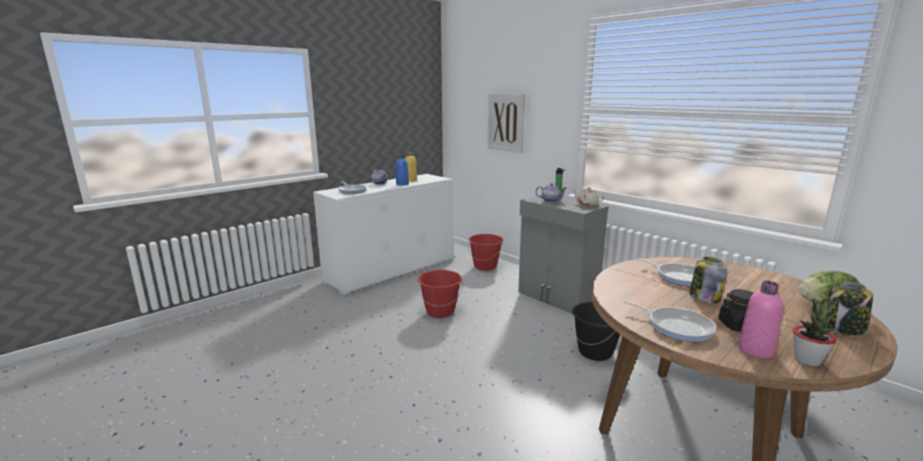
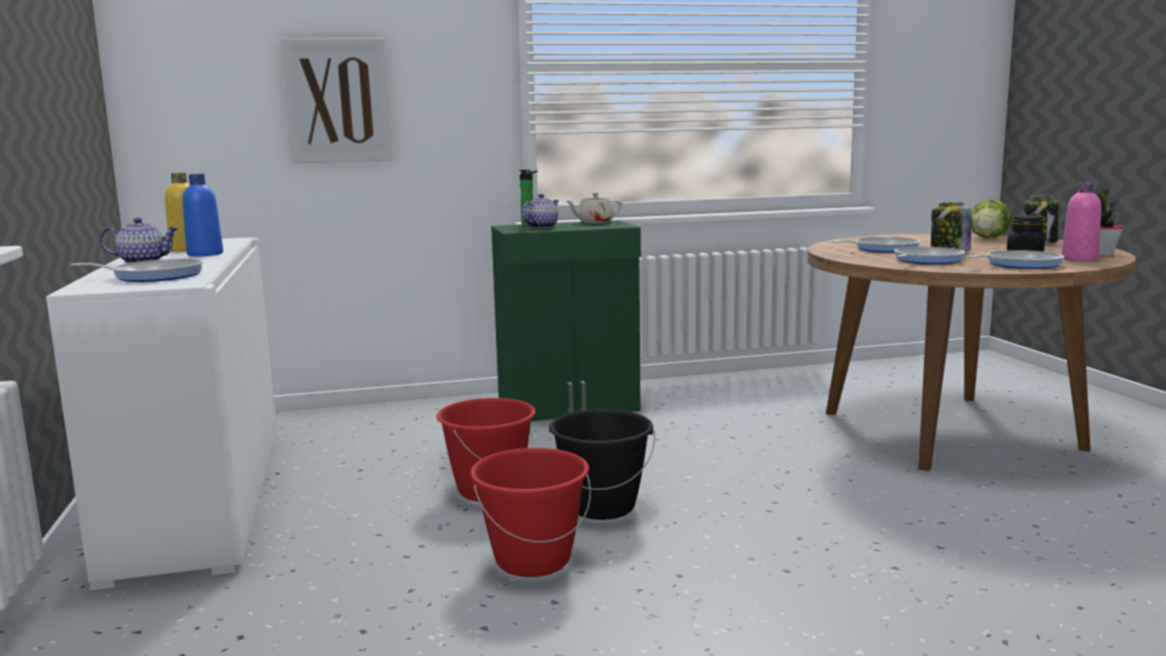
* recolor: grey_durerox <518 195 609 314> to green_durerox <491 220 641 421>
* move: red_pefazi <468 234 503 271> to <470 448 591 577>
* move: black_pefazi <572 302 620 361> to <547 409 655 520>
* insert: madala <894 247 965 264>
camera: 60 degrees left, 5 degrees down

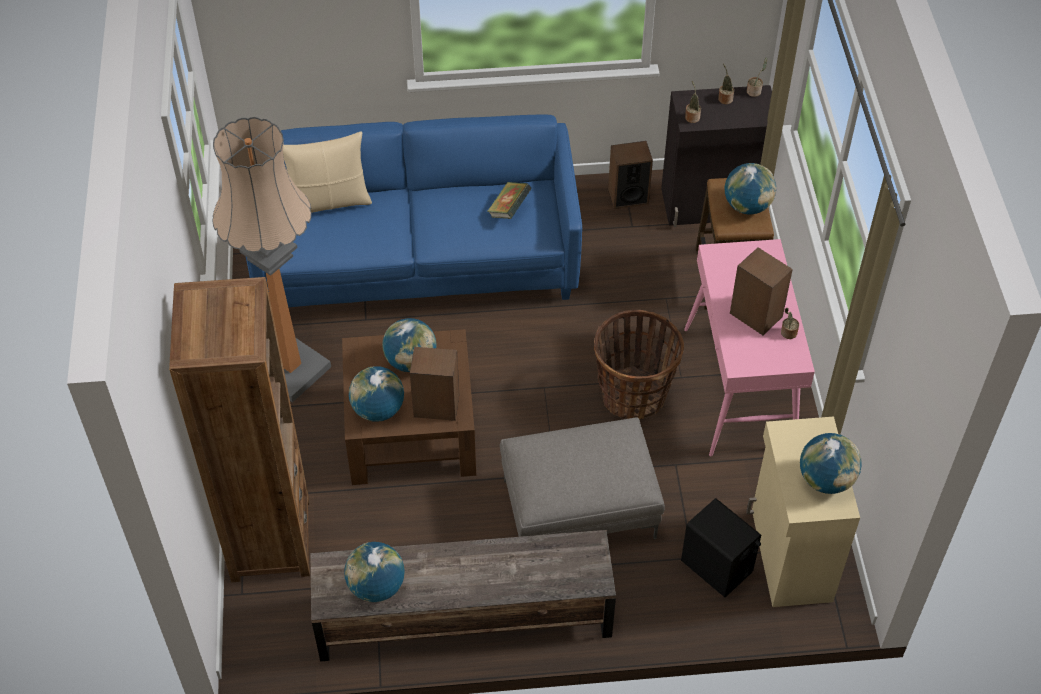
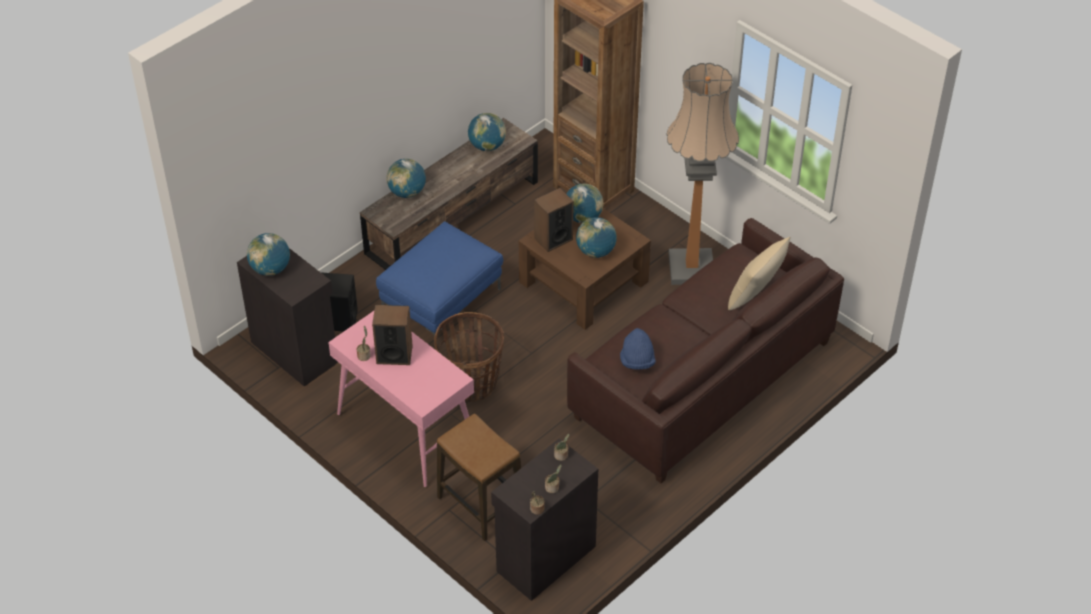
* recolor: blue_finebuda <246 114 582 307> to brown_finebuda <567 218 844 483>
* delete: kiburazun <608 141 653 209>
* move: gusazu <725 163 776 215> to <387 159 426 198>
* replace: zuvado <487 182 532 219> to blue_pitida <620 328 656 370>
* recolor: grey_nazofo <500 417 665 539> to blue_nazofo <376 221 503 335>
* recolor: beige_durerox <746 417 860 607> to black_durerox <237 248 338 386>
camera: 140 degrees right, 5 degrees down

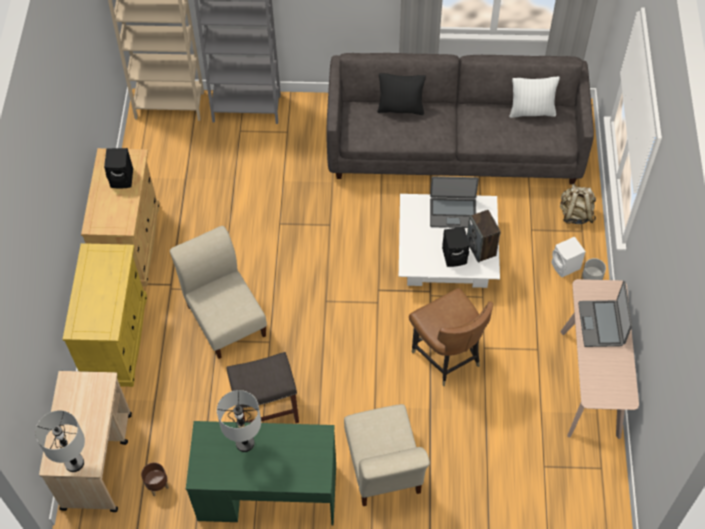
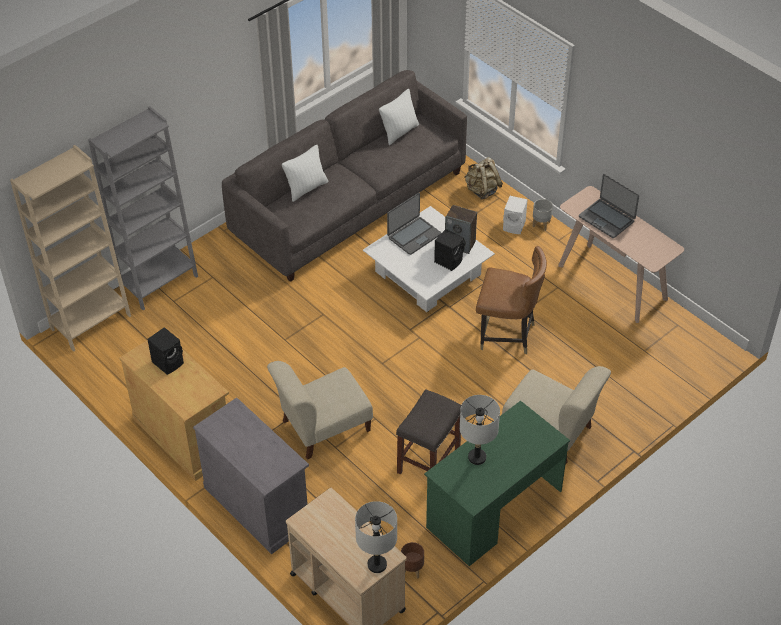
* recolor: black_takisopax <377 73 426 115> to white_takisopax <282 145 328 202>
* rotate: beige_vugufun <170 226 267 359> = <267 361 373 460> 45 degrees counterclockwise
* recolor: yellow_durerox <63 243 147 387> to grey_durerox <193 398 309 554>
camera: 45 degrees left, 10 degrees down

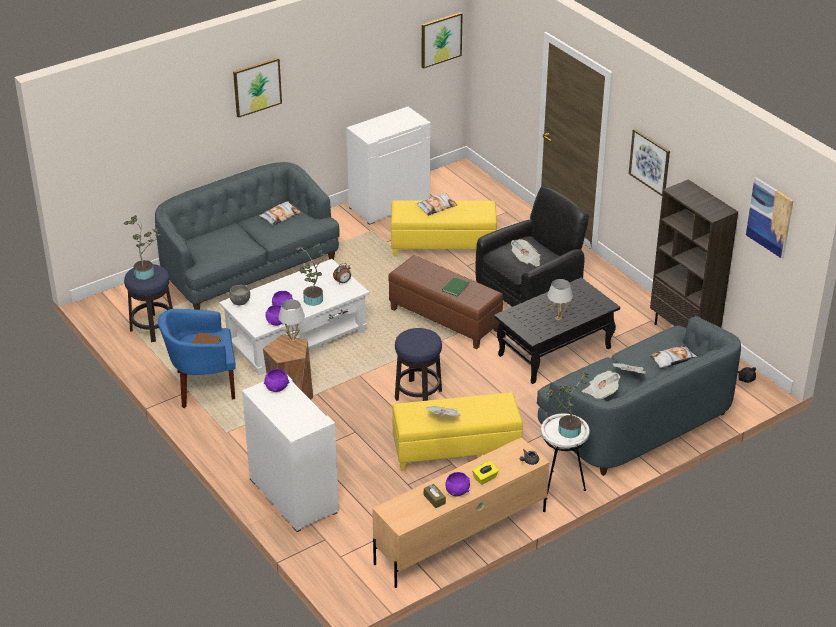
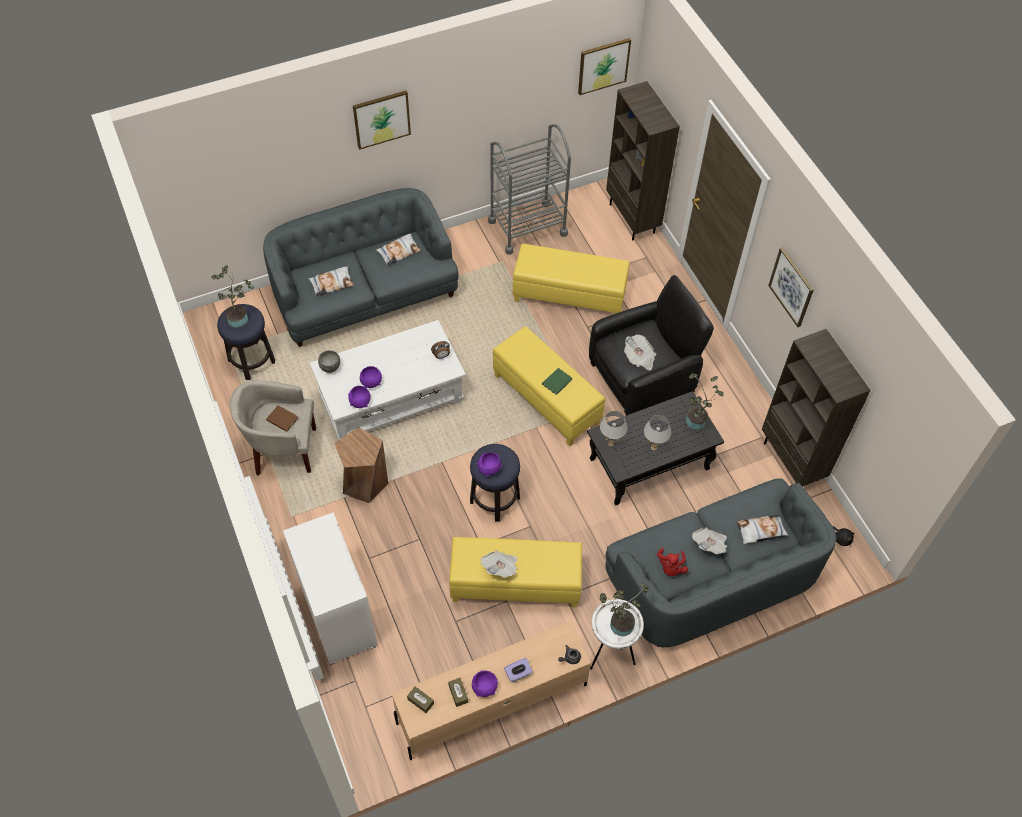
* replace: white_durerox <346 106 430 225> to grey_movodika <488 124 571 255>
* delete: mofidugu <746 177 794 259>
* move: takisopax <416 193 457 216> to <308 266 354 296>
* move: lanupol <296 243 328 306> to <686 373 724 430>
* recolor: brown_nazofo <388 255 503 349> to yellow_nazofo <493 326 605 447>
* move: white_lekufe <278 299 305 342> to <600 411 628 446>
* recolor: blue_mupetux <158 309 236 408> to beige_mupetux <230 380 316 475>
* move: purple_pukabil <264 369 289 392> to <477 452 502 477>
* replace: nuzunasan <582 371 620 399> to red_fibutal <657 548 688 576>
* recolor: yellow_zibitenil <472 461 499 485> to purple_zibitenil <504 658 532 682>
* insert: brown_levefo <606 81 680 240>
* insert: brown_zibitenil <407 687 434 713>
camera: 10 degrees right, 20 degrees up

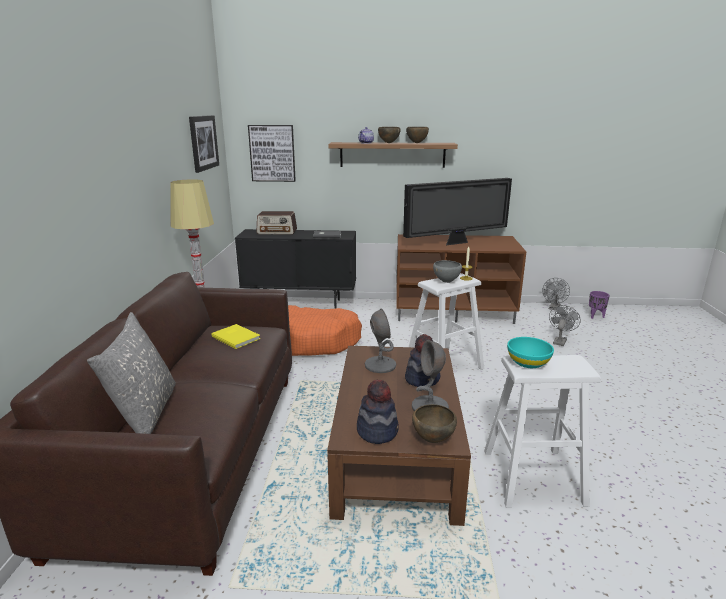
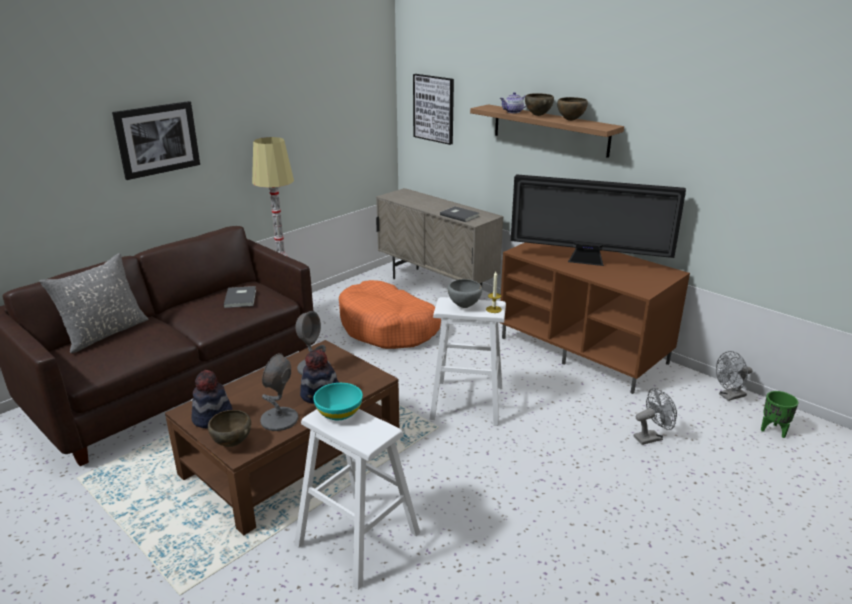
* move: mofidugu <189 115 219 173> to <112 101 200 180>
* delete: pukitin <257 211 297 235>
* recolor: black_durerox <235 229 356 309> to beige_durerox <376 188 503 286>
* recolor: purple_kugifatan <589 291 610 319> to green_kugifatan <761 391 798 438>
* recolor: yellow_zuvado <211 324 260 349> to grey_zuvado <223 286 256 308>
camera: 40 degrees right, 5 degrees up

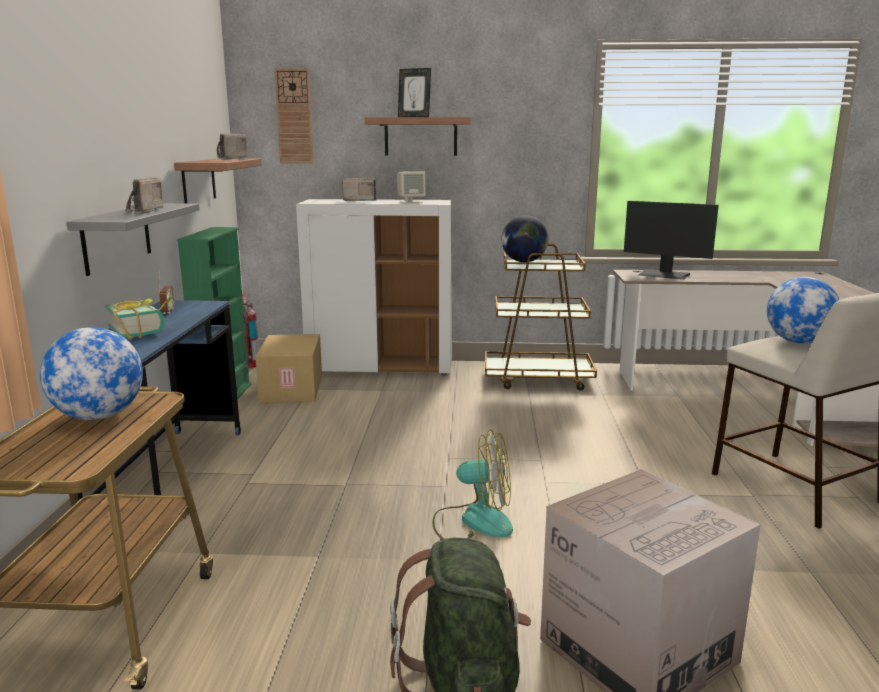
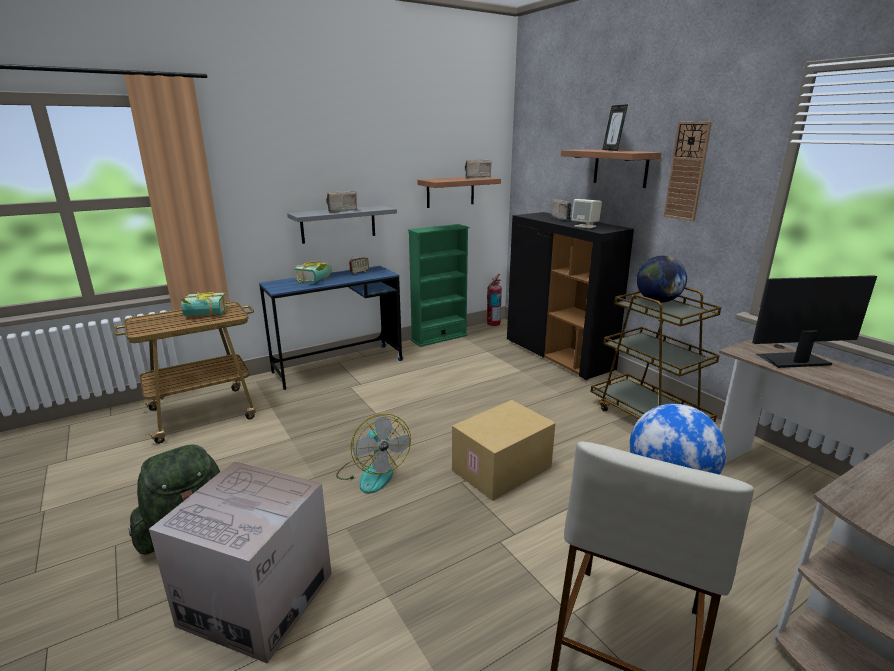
* move: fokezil <274 68 313 163> to <664 121 712 221>
* recolor: white_durerox <296 199 452 376> to black_durerox <507 212 634 380>
* rotate: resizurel <624 201 719 280> = <752 275 877 368> 90 degrees clockwise
* replace: gusazu <40 327 143 420> to zuvado <181 292 227 316>
* move: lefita <255 334 322 403> to <452 400 555 501>
camera: 55 degrees right, 5 degrees up

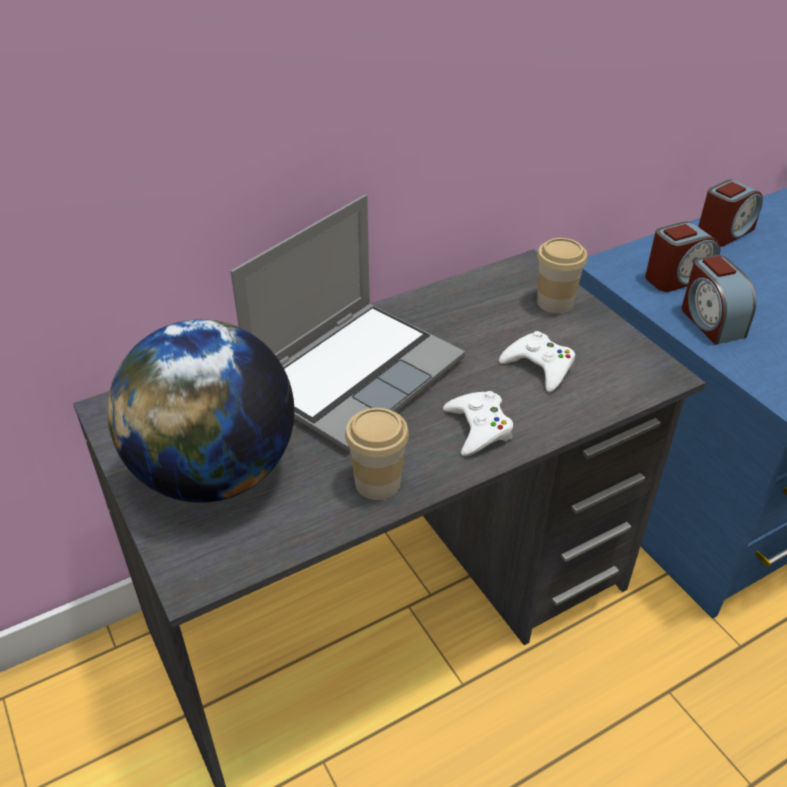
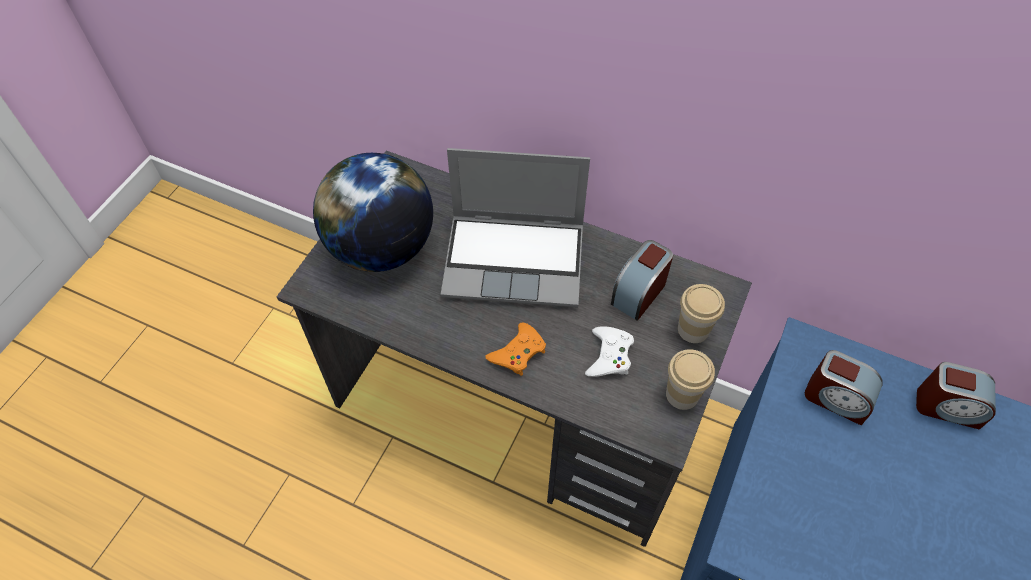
* move: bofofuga <681 255 756 345> to <611 240 673 321>
* recolor: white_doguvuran <443 391 513 456> to orange_doguvuran <485 322 546 376>
* move: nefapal <345 408 409 500> to <666 349 715 410>
camera: 55 degrees right, 15 degrees up

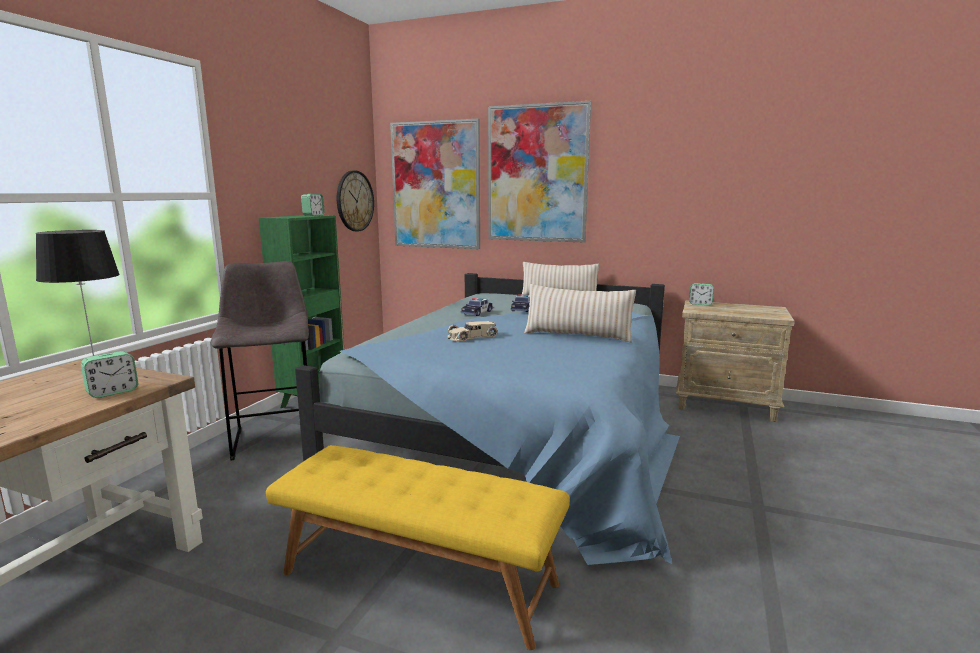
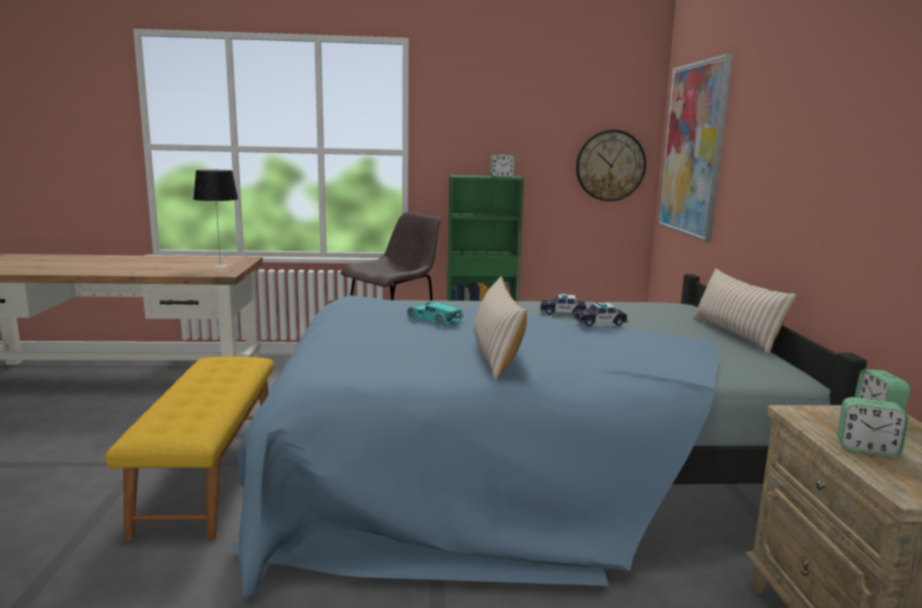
* delete: mofidugu <488 101 591 243>
* recolor: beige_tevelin <447 321 498 342> to turquoise_tevelin <407 302 464 326>
* move: bofofuga <81 351 138 398> to <837 397 909 457>
camera: 65 degrees right, 0 degrees up

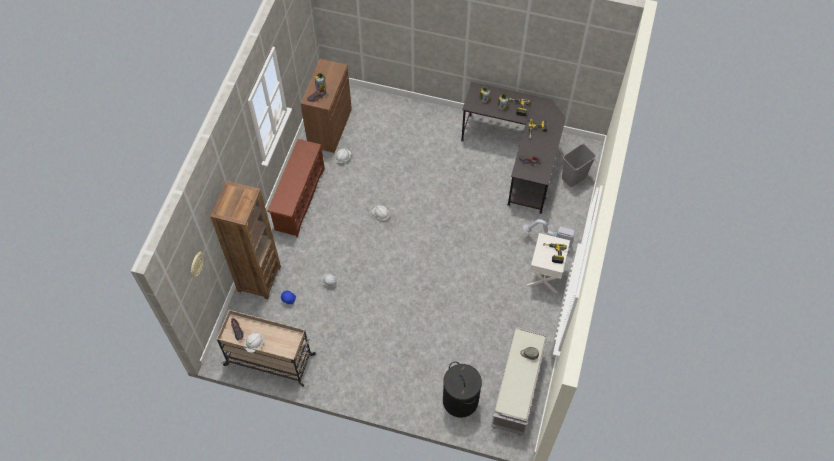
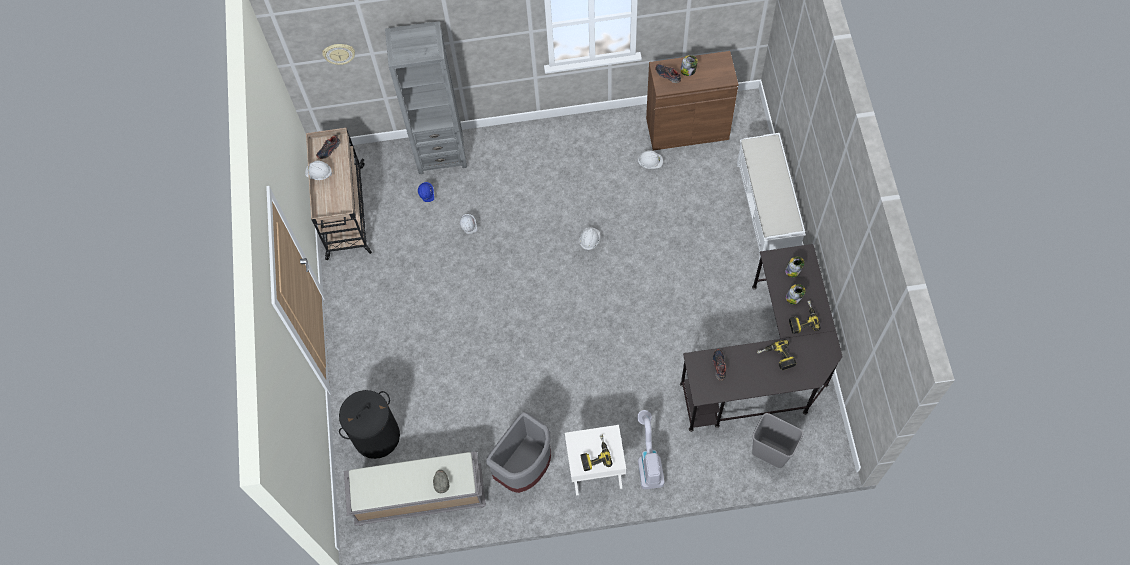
* delete: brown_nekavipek <267 139 325 237>
* recolor: brown_levefo <210 181 281 299> to grey_levefo <385 21 467 174>
* insert: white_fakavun <737 133 806 259>
* insert: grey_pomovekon <486 412 551 493>
camera: 70 degrees right, 5 degrees up

